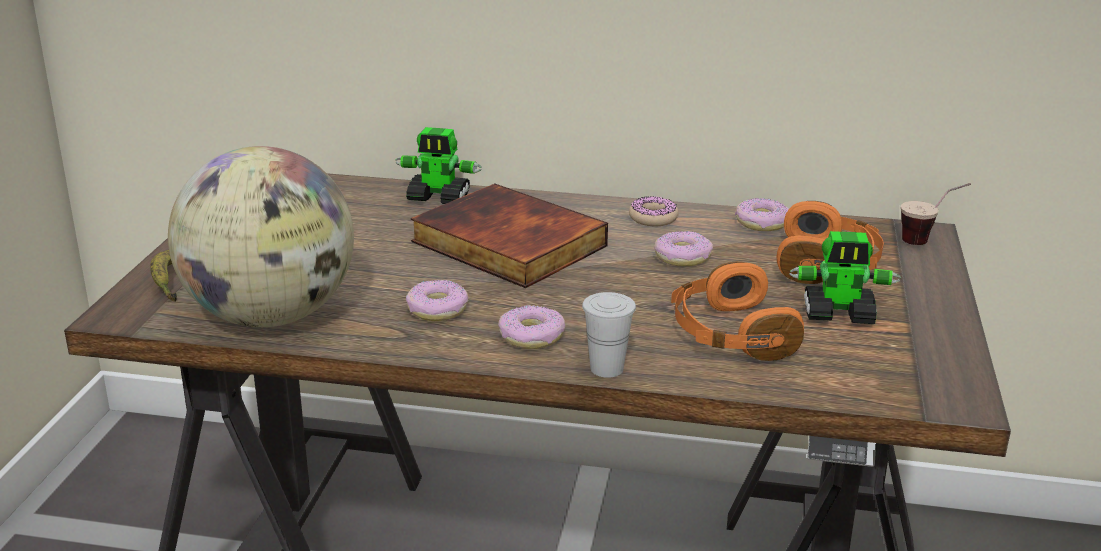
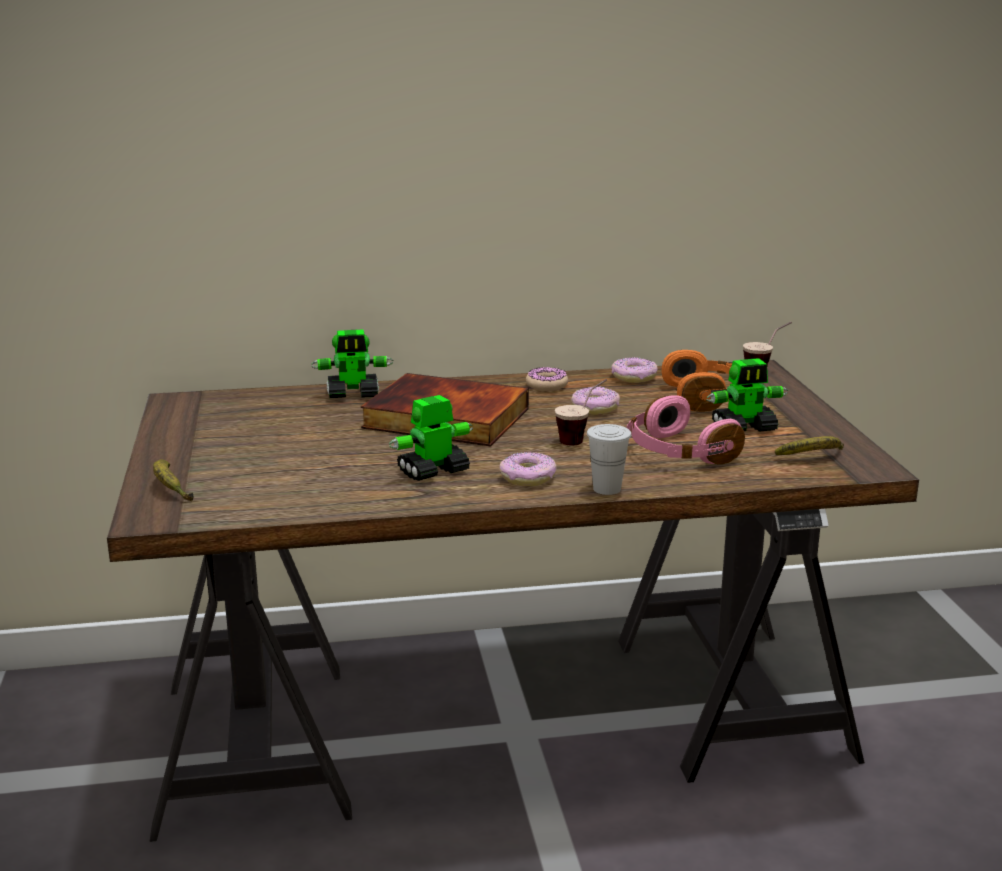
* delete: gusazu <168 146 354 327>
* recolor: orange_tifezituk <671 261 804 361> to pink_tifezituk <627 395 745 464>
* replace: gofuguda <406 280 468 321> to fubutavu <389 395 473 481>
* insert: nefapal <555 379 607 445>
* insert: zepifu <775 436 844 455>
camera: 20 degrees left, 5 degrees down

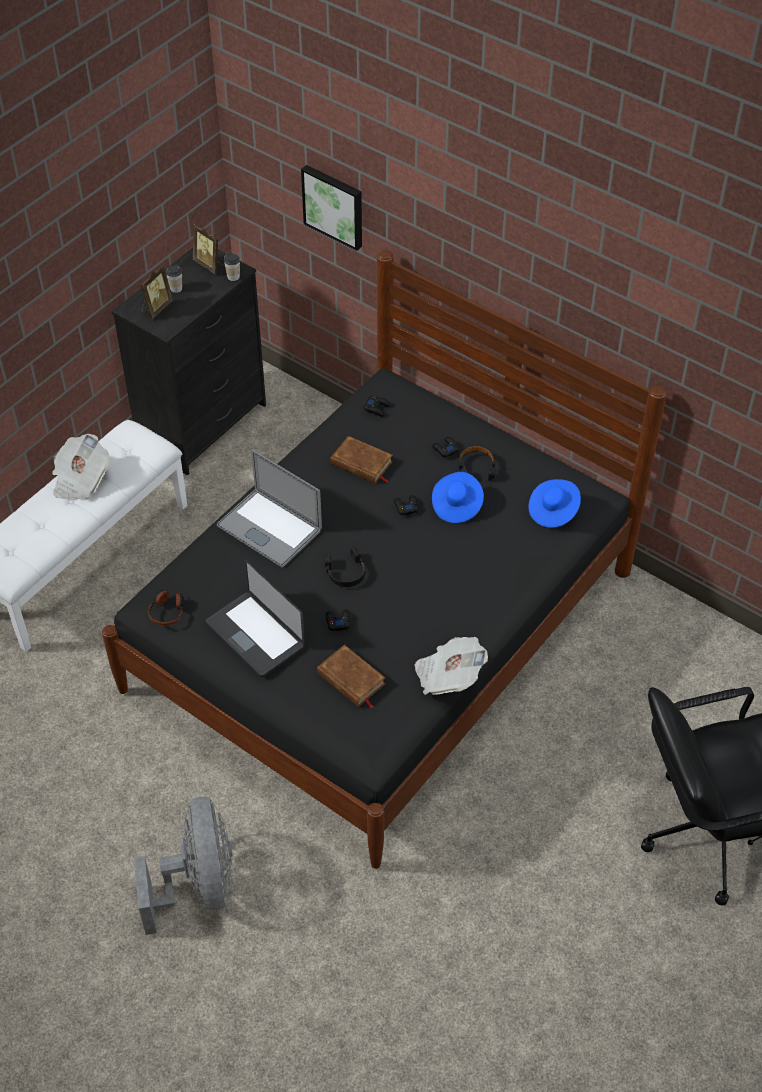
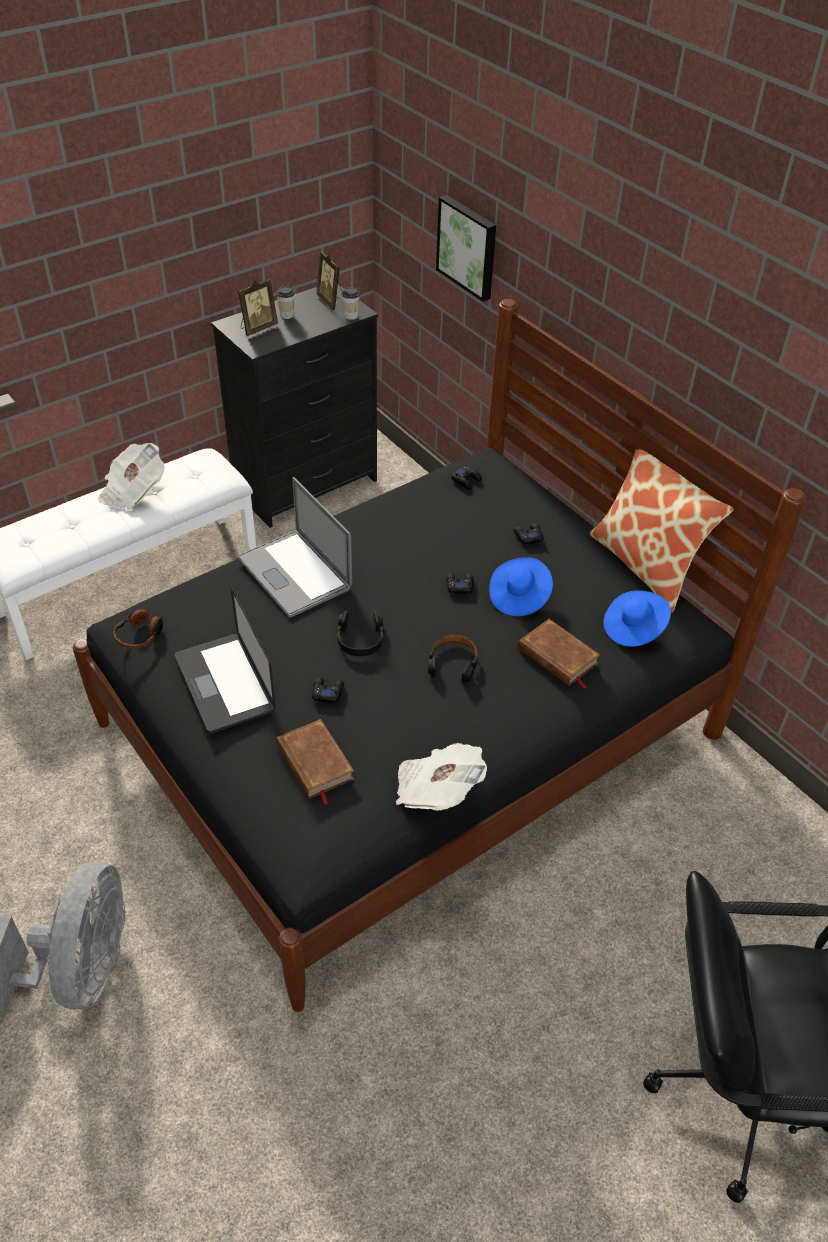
* move: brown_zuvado <330 436 393 483> to <518 619 600 689>
* move: black_tifezituk <458 446 495 481> to <428 634 478 684>
* insert: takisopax <590 449 734 613>
camera: 15 degrees right, 5 degrees down

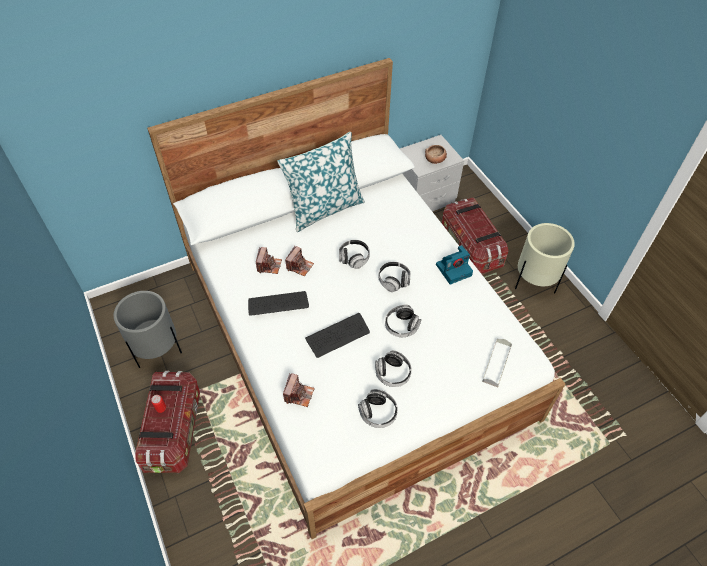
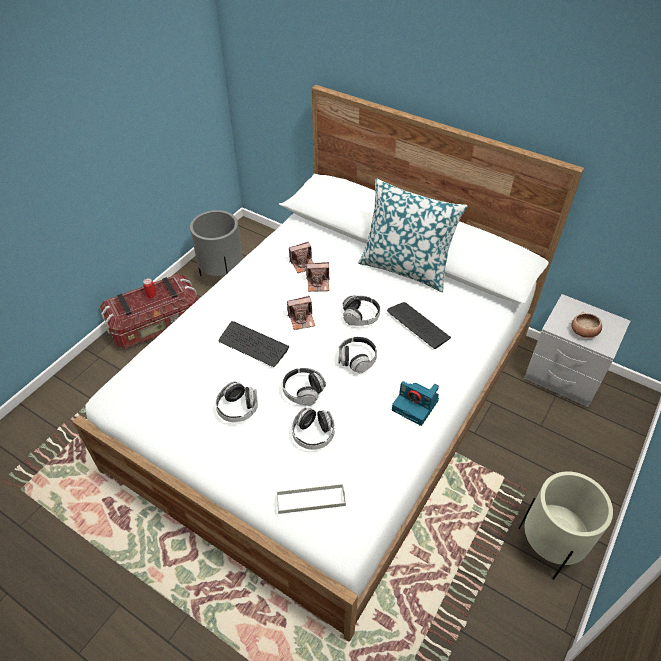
* delete: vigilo <442 198 508 274>
* move: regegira <248 291 309 316> to <387 302 451 349>
* move: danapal <283 373 315 407> to <287 296 315 330>
* move: tifezituk <358 389 398 428> to <292 408 335 450>
camera: 60 degrees right, 5 degrees down

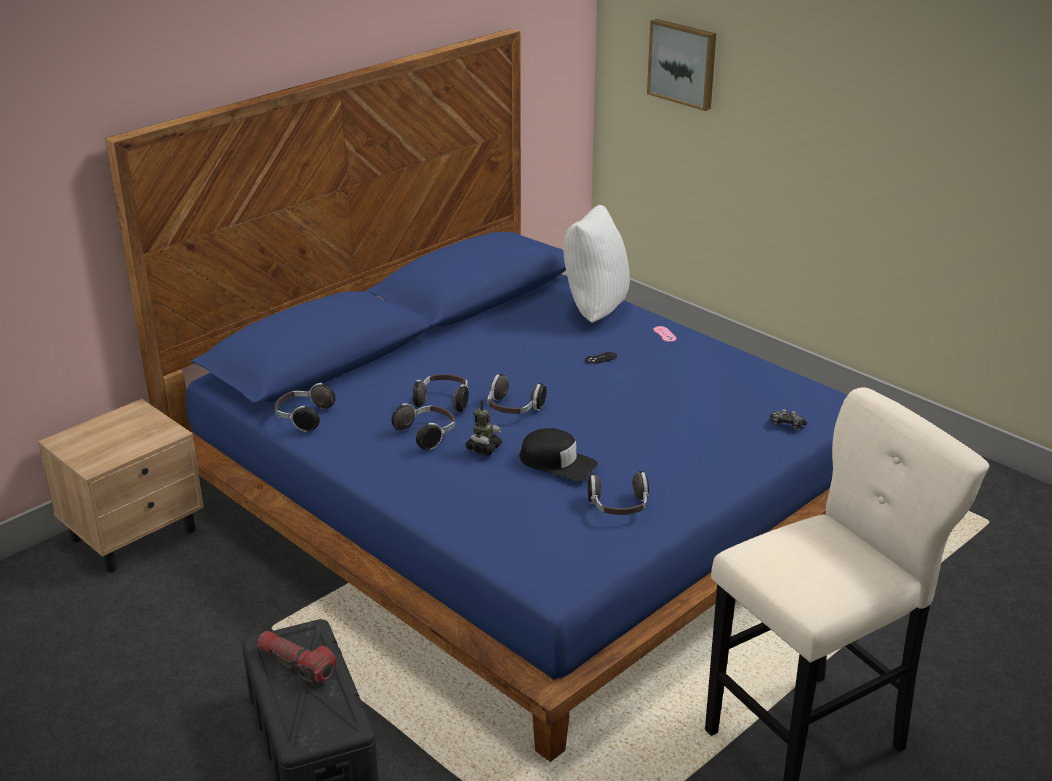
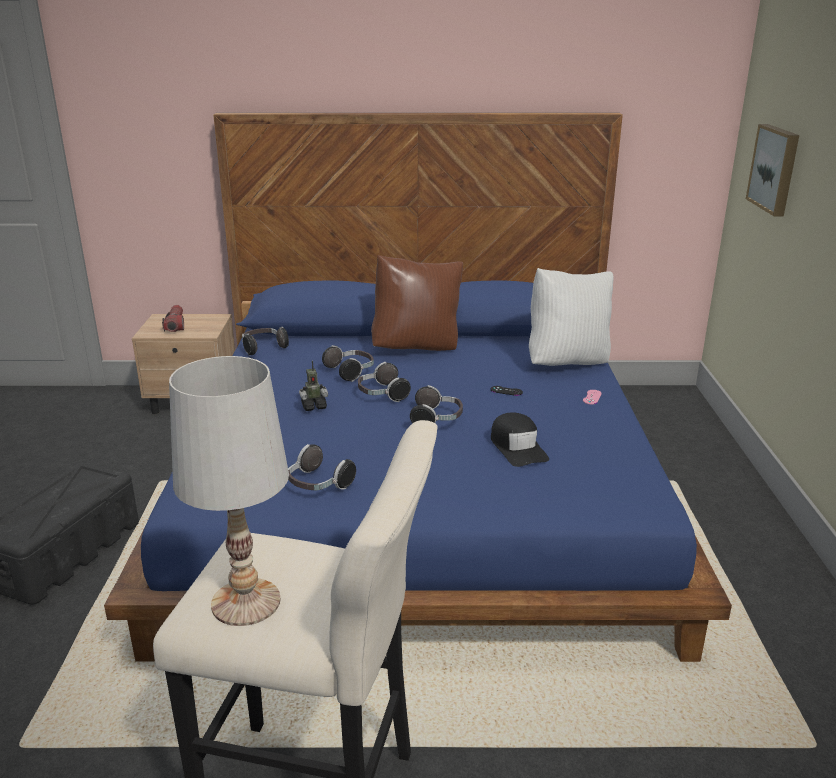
* move: tifezituk <391 403 455 450> to <410 385 463 424>
* delete: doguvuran <770 409 807 430>
* move: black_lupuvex <519 428 598 481> to <491 413 549 467>
* move: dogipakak <257 631 336 685> to <162 305 184 332>
* insert: brown_takisopax <371 255 463 351>
* insert: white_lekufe <169 356 289 626>
camera: 45 degrees right, 5 degrees down

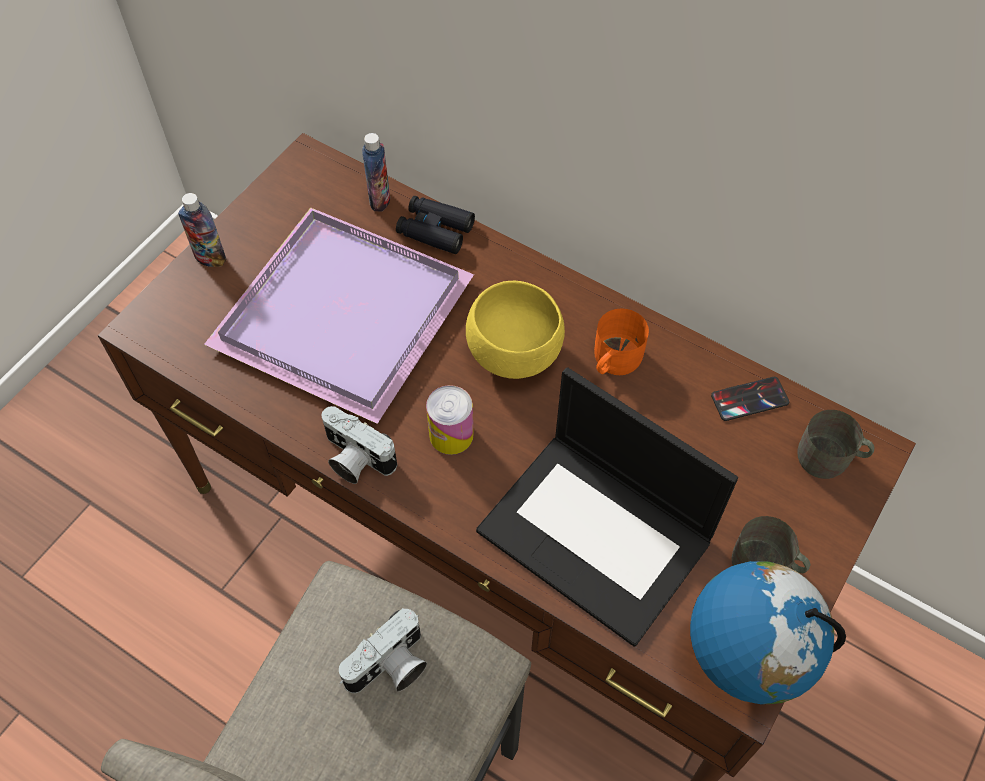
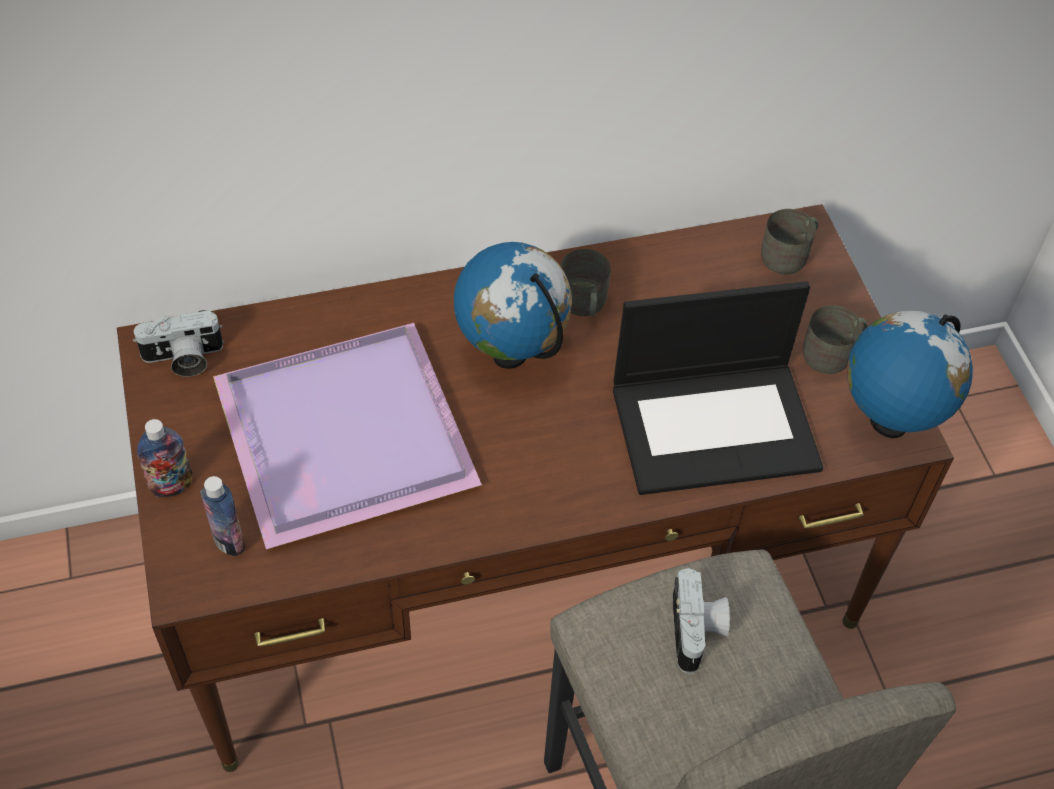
* move: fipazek <362 133 390 212> to <200 476 245 556>
* delete: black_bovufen <396 196 475 254>
* replace: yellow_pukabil <466 281 565 379> to gusazu <454 242 572 369>
* recolor: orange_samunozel <594 308 649 375> to grey_samunozel <560 249 611 316>
* delete: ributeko <711 377 789 421>
* delete: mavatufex <426 385 474 455>
* move: danapal <322 406 397 484> to <133 310 224 377>
camera: 50 degrees left, 5 degrees down

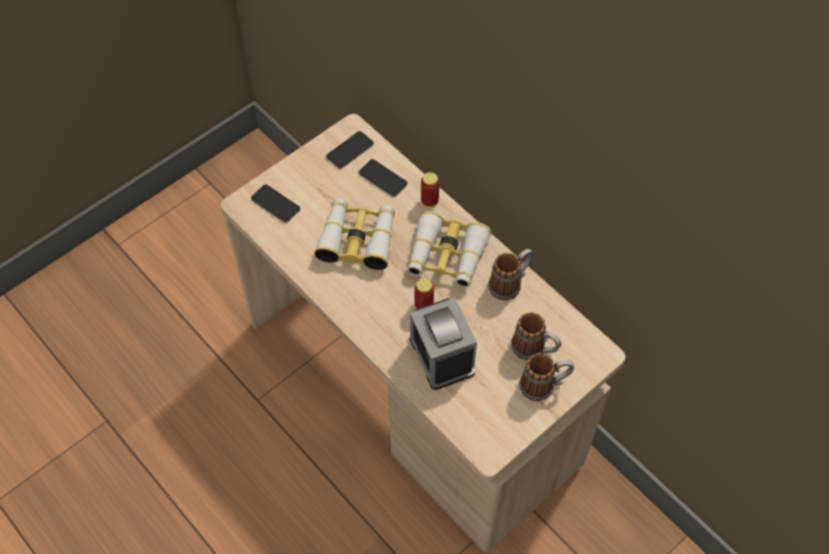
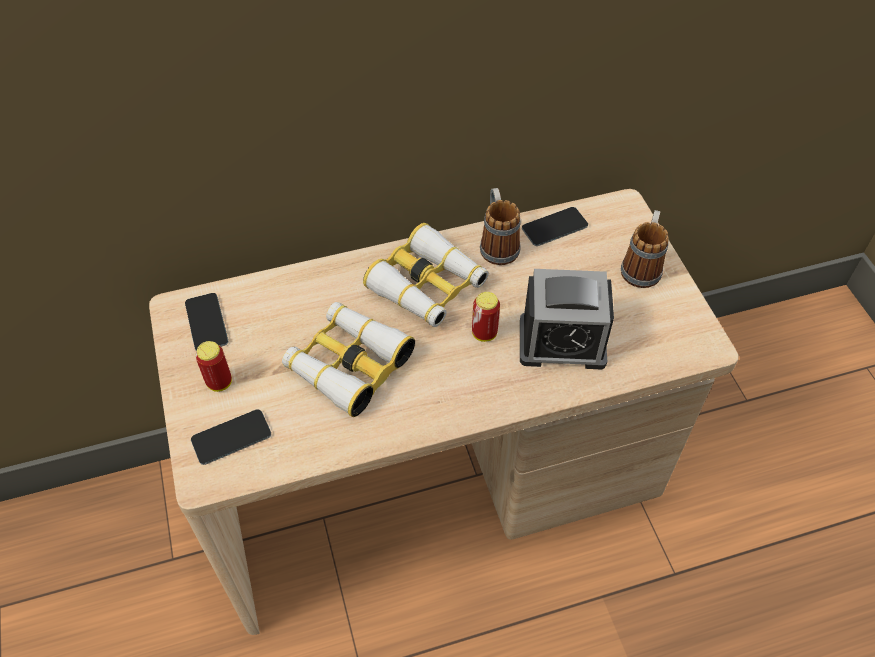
* move: ributeko <359 159 408 197> to <522 207 588 246>
* move: mavatufex <421 172 439 207> to <195 341 232 392>
* delete: samunozel <511 312 561 360>
camera: 65 degrees left, 5 degrees down

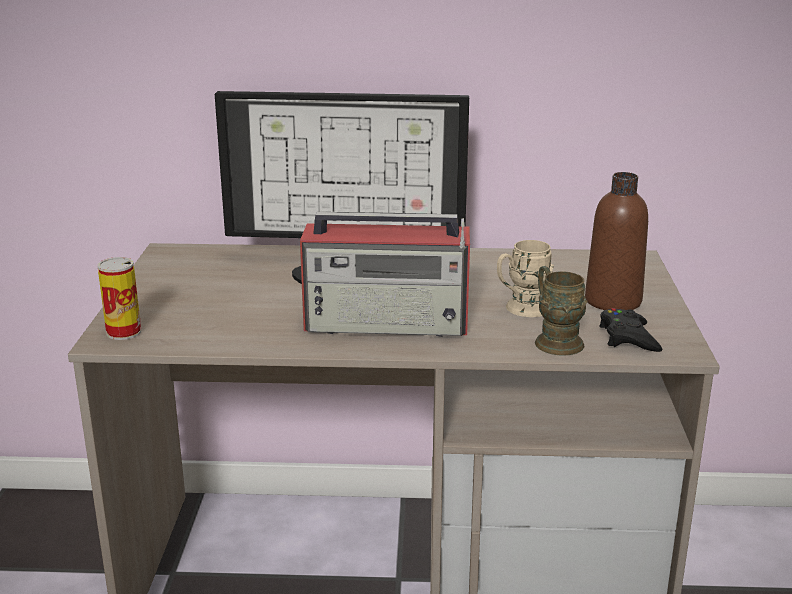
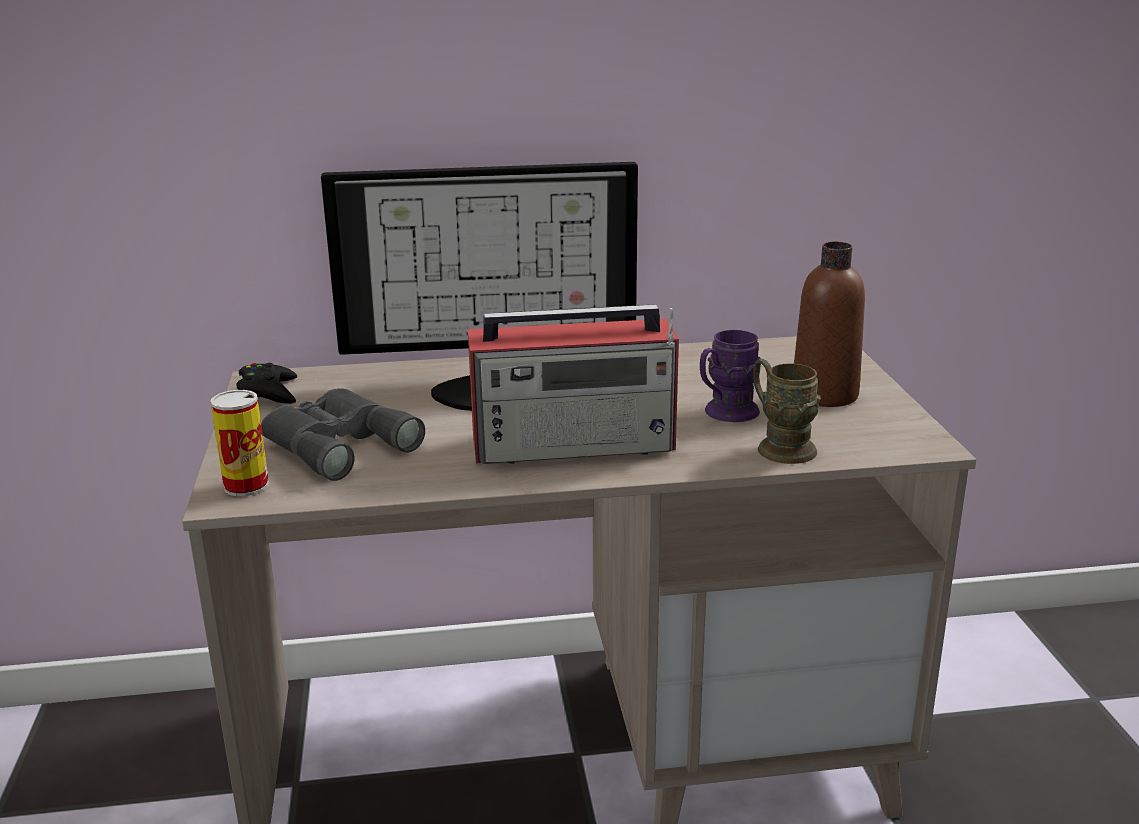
* recolor: beige_samunozel <497 240 554 317> to purple_samunozel <700 330 761 422>
* move: black_doguvuran <599 308 662 352> to <236 363 297 404>
* insert: grey_bovufen <261 388 425 481>
camera: 10 degrees left, 0 degrees up

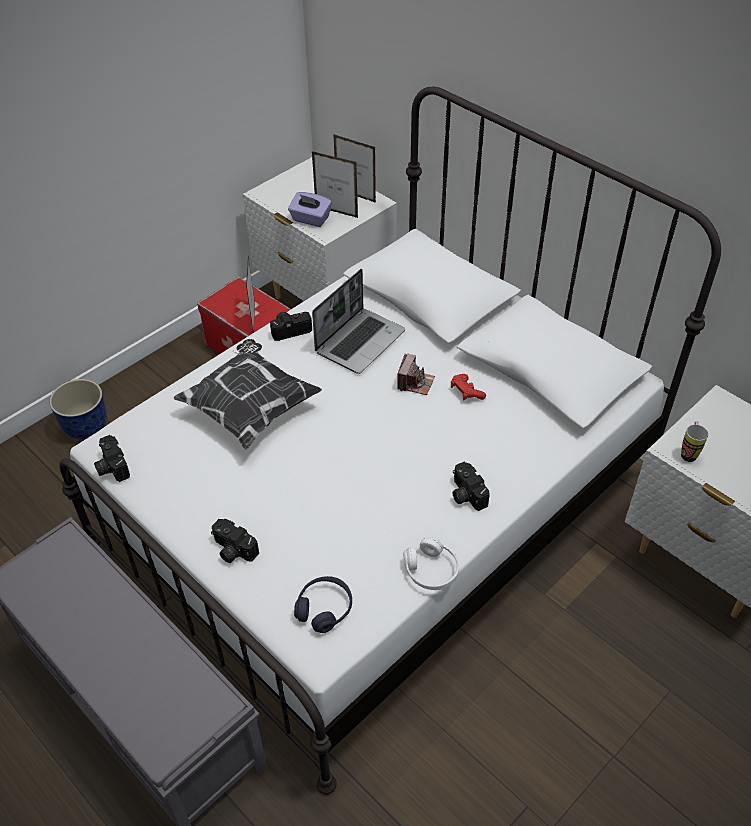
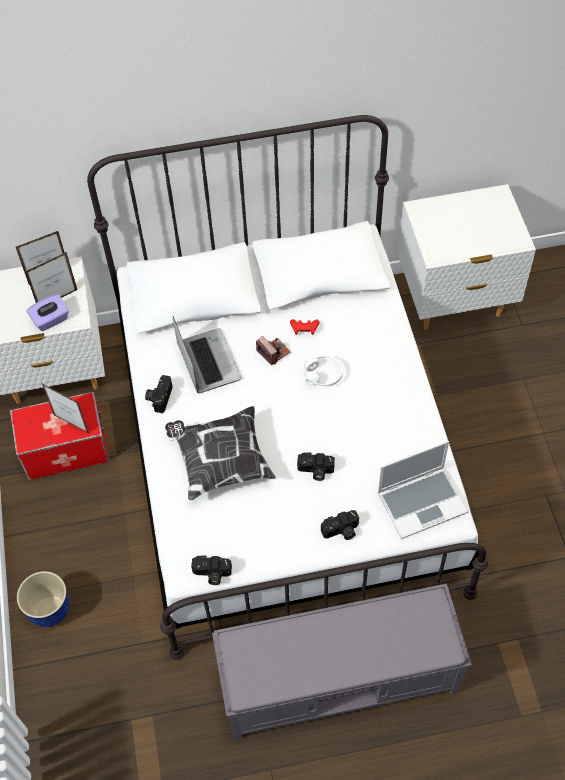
* delete: samunozel <681 421 708 462>
* move: danapal <452 462 490 511> to <297 452 335 481>
* move: white_tifezituk <403 536 459 590> to <304 355 343 387>
* replace: purple_tifezituk <294 576 352 633> to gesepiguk <378 441 468 539>
camera: 55 degrees left, 10 degrees up

